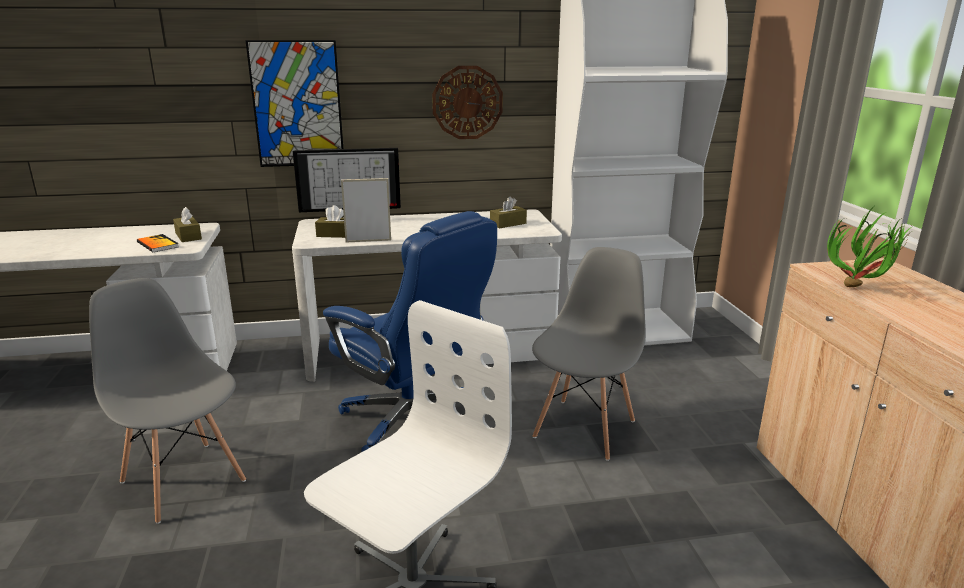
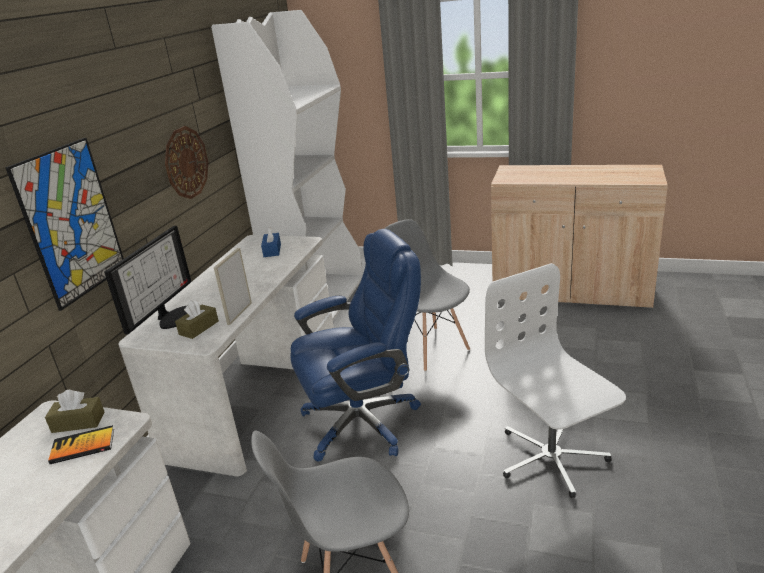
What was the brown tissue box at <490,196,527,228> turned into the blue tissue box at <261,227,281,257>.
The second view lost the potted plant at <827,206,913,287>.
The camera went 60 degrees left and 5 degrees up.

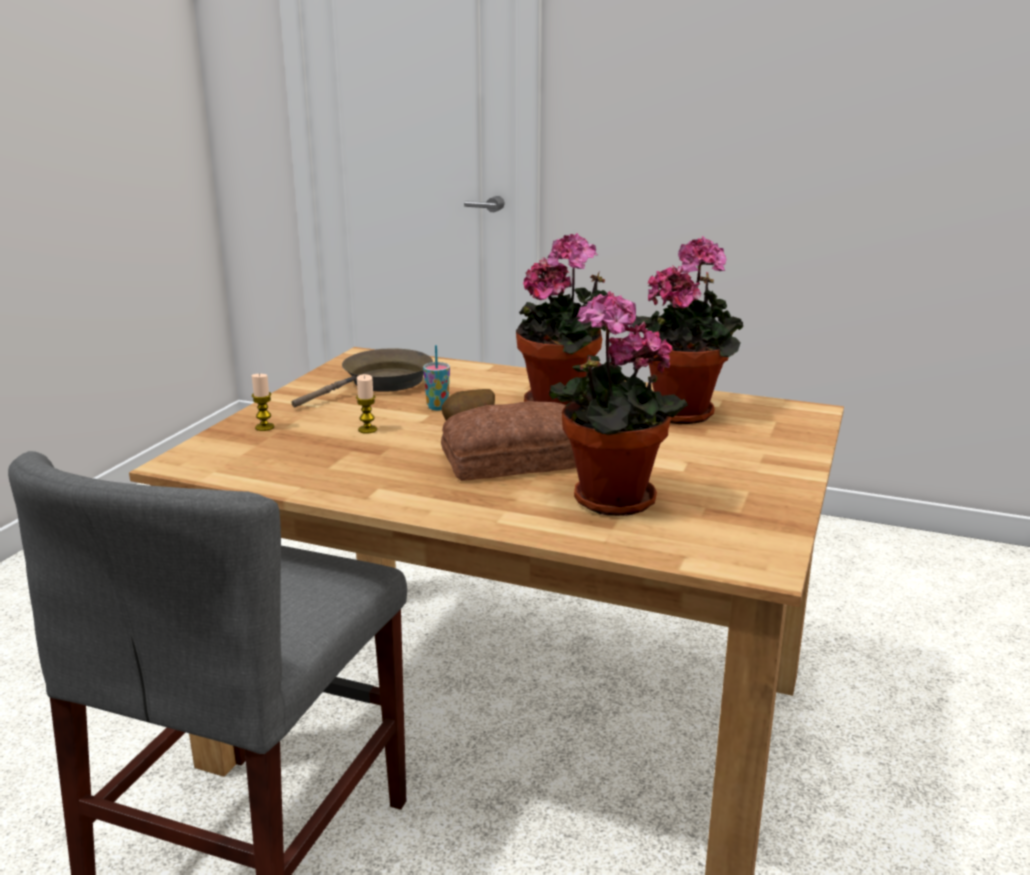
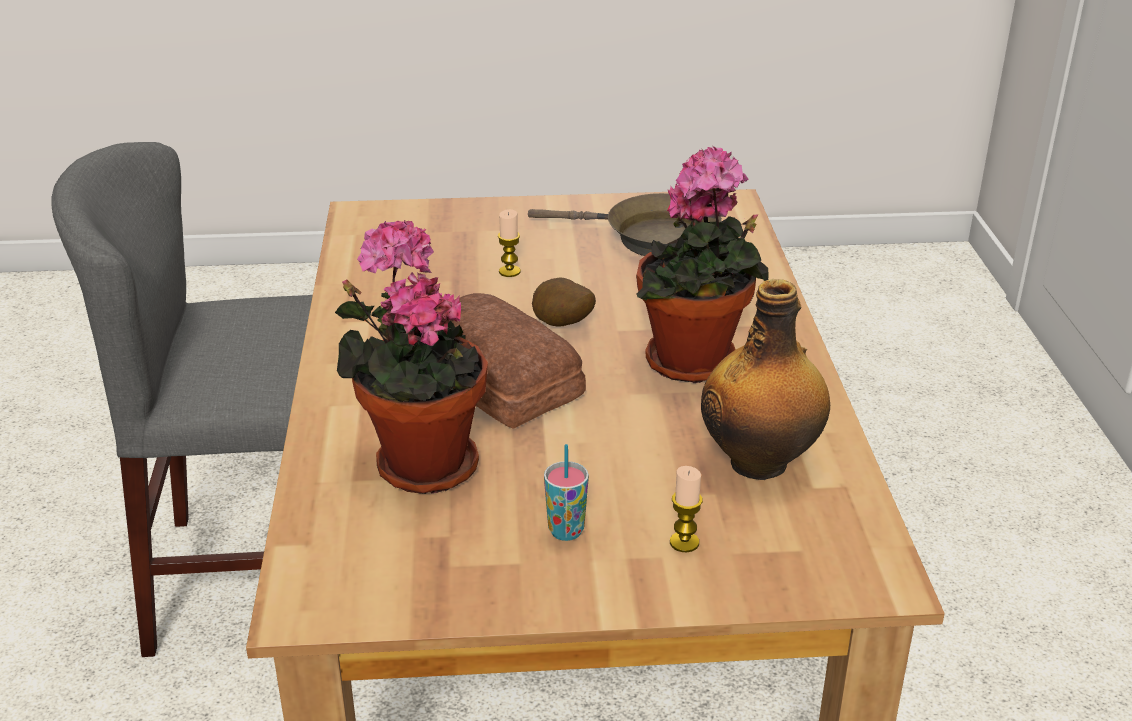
The cup ended up elsewhere, having gone from <423,345,450,410> to <544,444,589,541>.
The candle ended up elsewhere, having gone from <252,373,274,431> to <670,466,703,552>.
Where the potted plant stood at <632,236,743,424>, the bottle came to stand at <701,279,830,480>.
The camera went 65 degrees right and 10 degrees up.

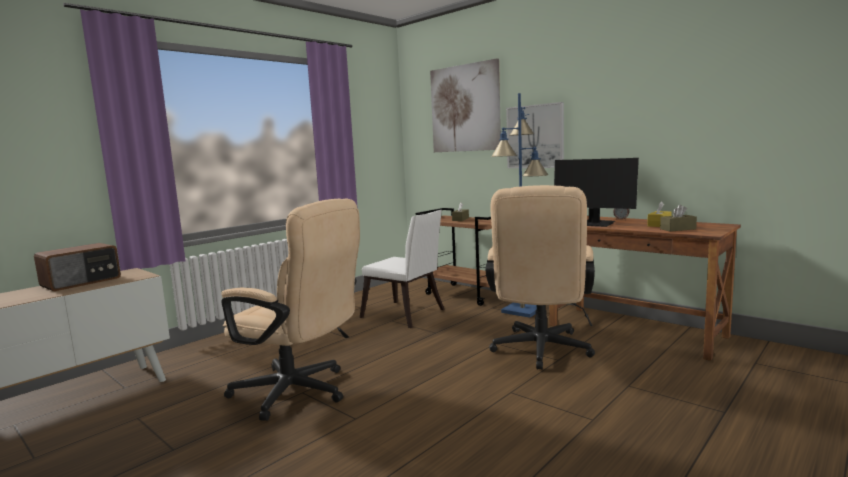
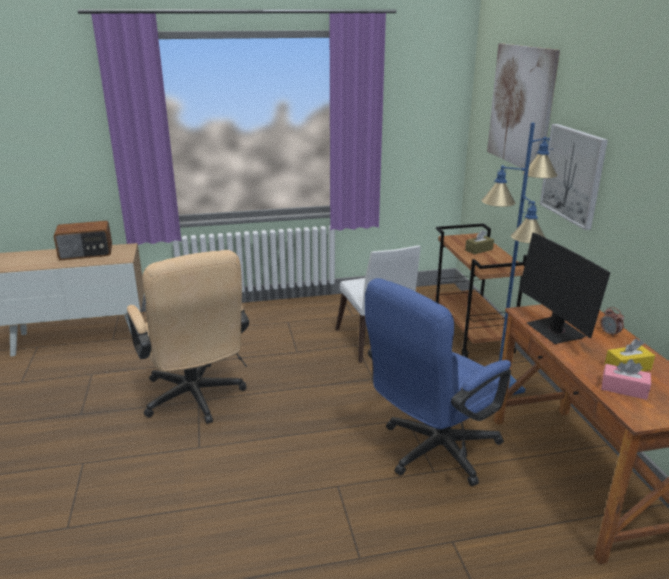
What was the beige office chair at <486,185,595,370> turned into the blue office chair at <365,278,511,486>.
What was the brown tissue box at <660,205,697,232> turned into the pink tissue box at <601,359,651,400>.
The camera went 35 degrees right and 15 degrees up.

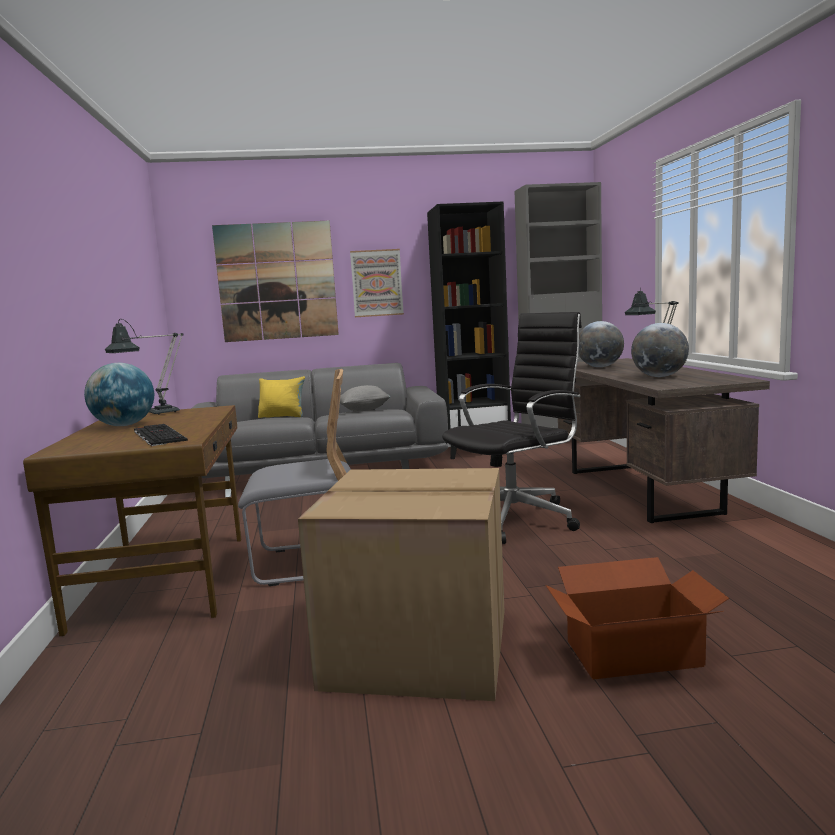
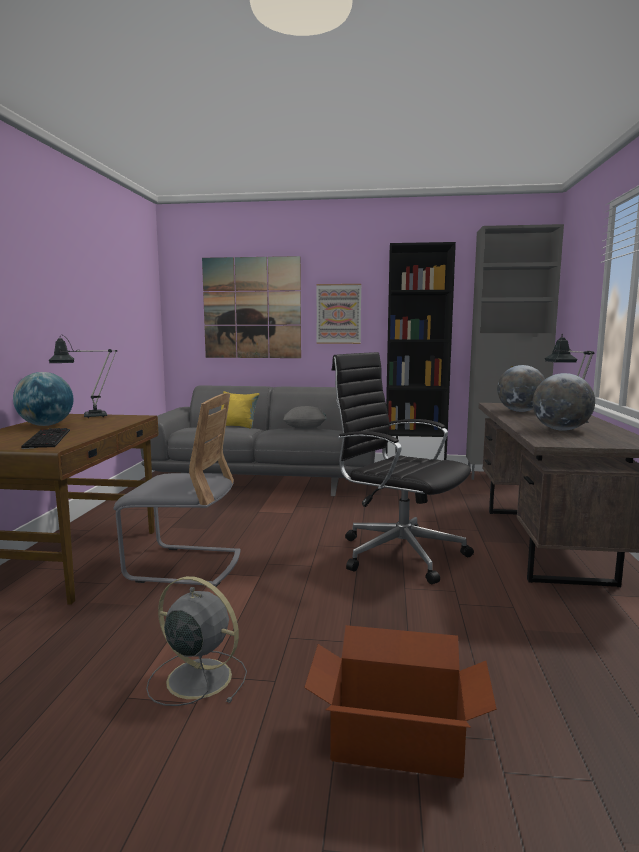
Where the cardboard box stood at <298,468,505,701>, the grey fan came to stand at <146,576,247,706>.
The black office chair at <442,312,582,544> ended up facing another way, 120 degrees counterclockwise from before.
The camera went 15 degrees right and 0 degrees up.

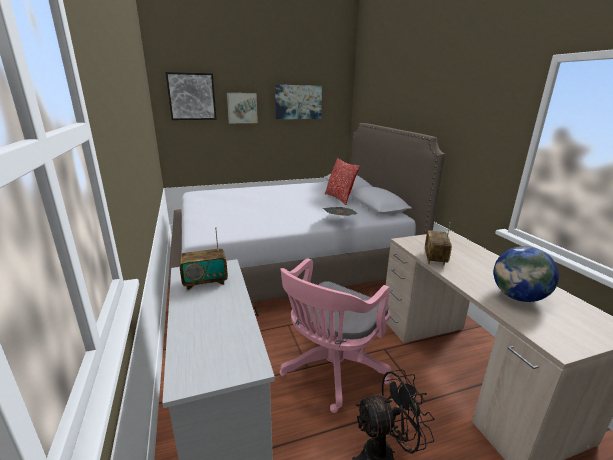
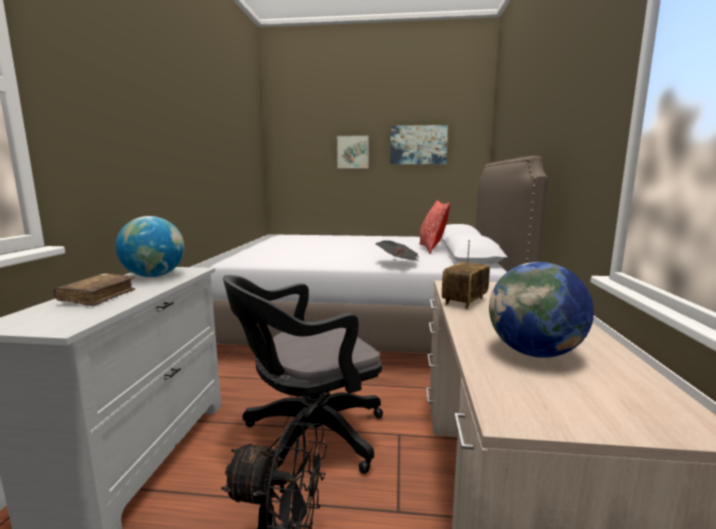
The second view gained the brown book at <54,273,135,306>.
Where the radio stood at <180,227,228,290>, the globe came to stand at <116,216,184,277>.
What was the pink office chair at <279,258,392,413> turned into the black office chair at <223,275,383,474>.
The second view lost the picture at <166,72,217,120>.
The camera went 25 degrees right and 10 degrees down.

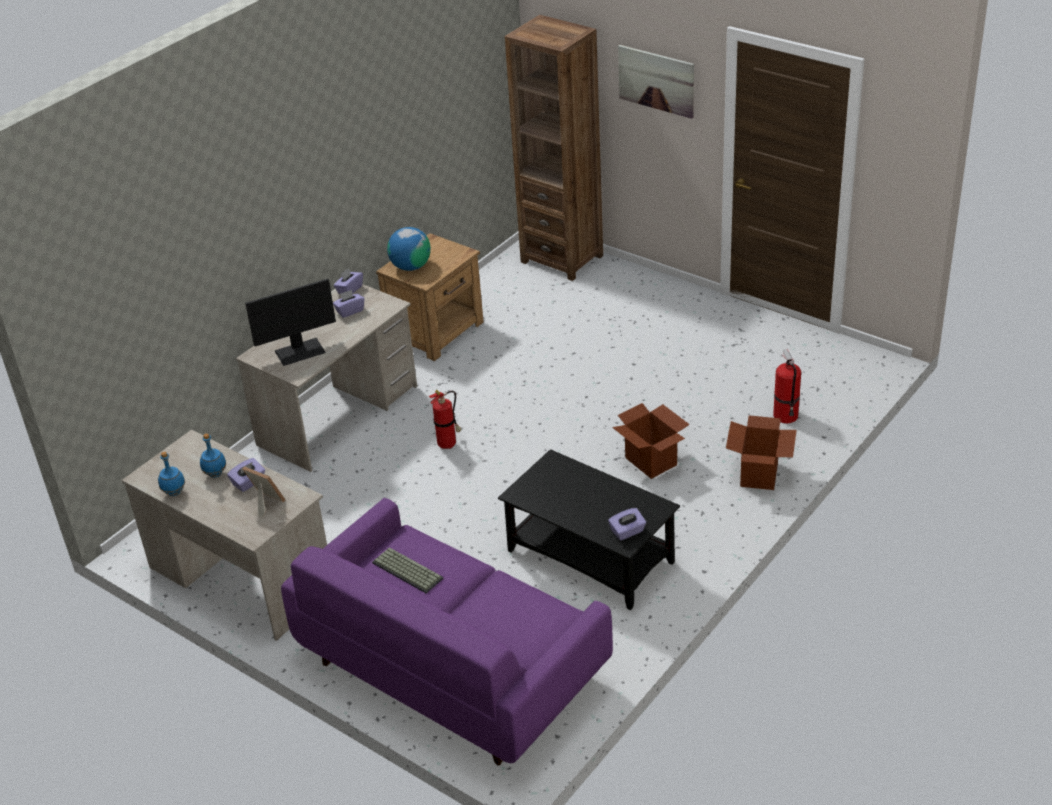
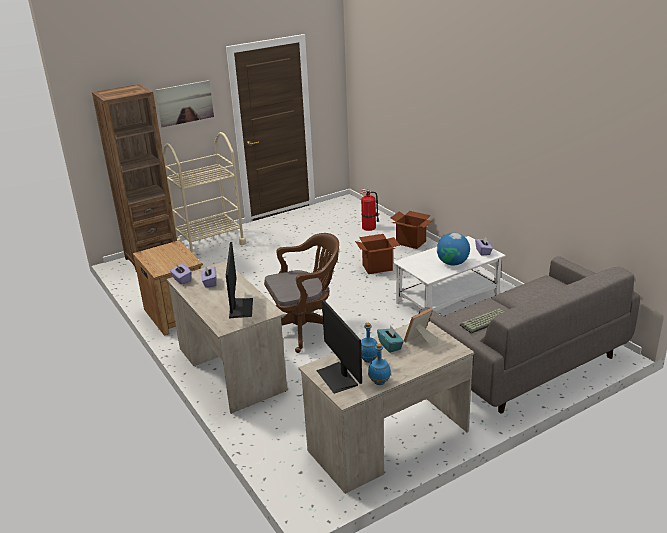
The second view gained the beige cart at <163,132,246,256>.
Where the fire extinguisher stood at <429,390,461,449>, the brown office chair came to stand at <264,233,339,353>.
The second view gained the monitor at <316,300,362,394>.
What was the purple tissue box at <227,458,265,492> turned into the turquoise tissue box at <377,325,404,353>.
What was the black coffee table at <498,449,680,610> turned into the white coffee table at <393,236,506,312>.
What was the purple sofa at <281,498,613,766> turned into the grey sofa at <419,256,640,414>.
The globe ended up elsewhere, having gone from <387,227,431,271> to <437,233,470,265>.
The camera went 70 degrees left and 10 degrees down.

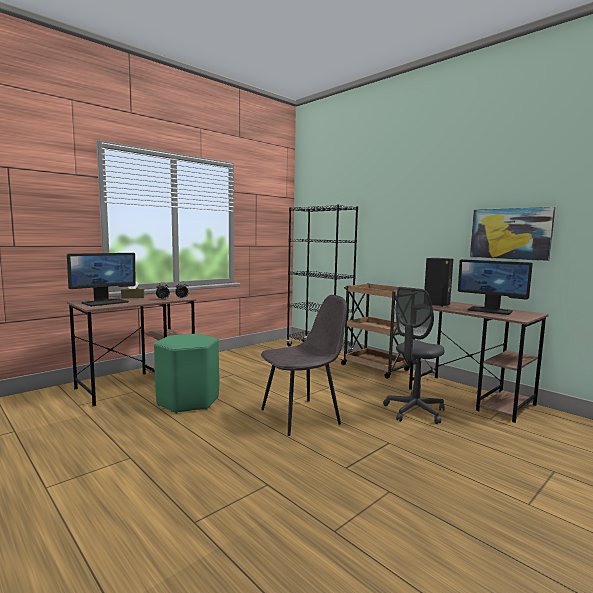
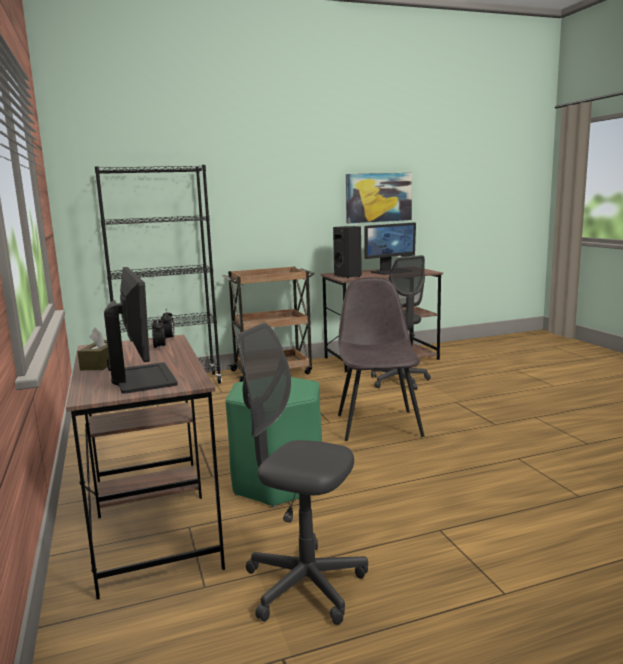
The second view gained the grey office chair at <236,323,368,625>.
The camera went 65 degrees left and 5 degrees up.

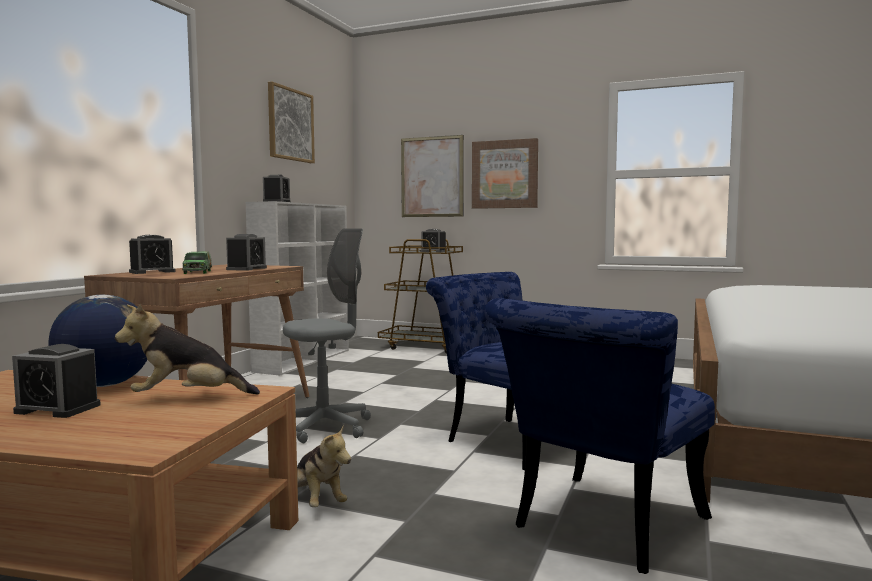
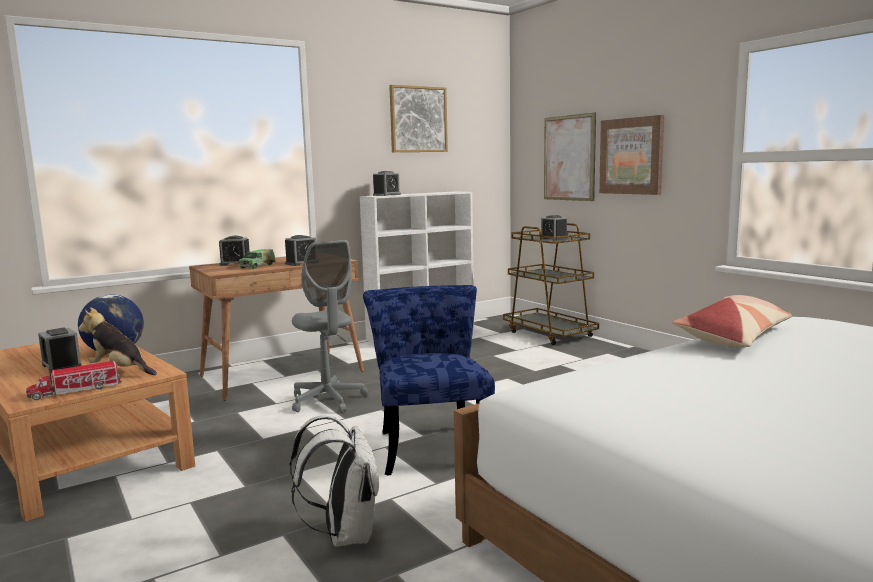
The second view gained the toy truck at <26,361,122,400>.
Where the blue chair stood at <485,298,715,574>, the white backpack came to stand at <289,415,379,547>.
The grey office chair at <283,228,371,443> ended up facing another way, 60 degrees clockwise from before.
The second view gained the pillow at <672,295,792,348>.
The second view lost the plush toy at <297,425,351,507>.
The camera went 35 degrees right and 5 degrees up.

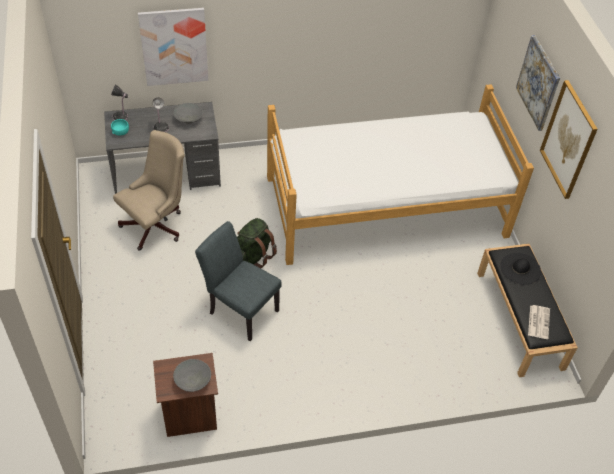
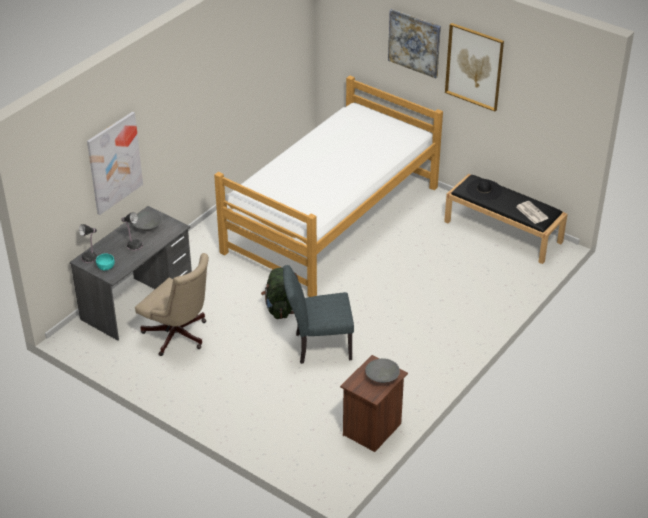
The beige office chair at <113,130,185,251> ended up facing another way, 120 degrees clockwise from before.
The camera went 40 degrees left and 10 degrees down.

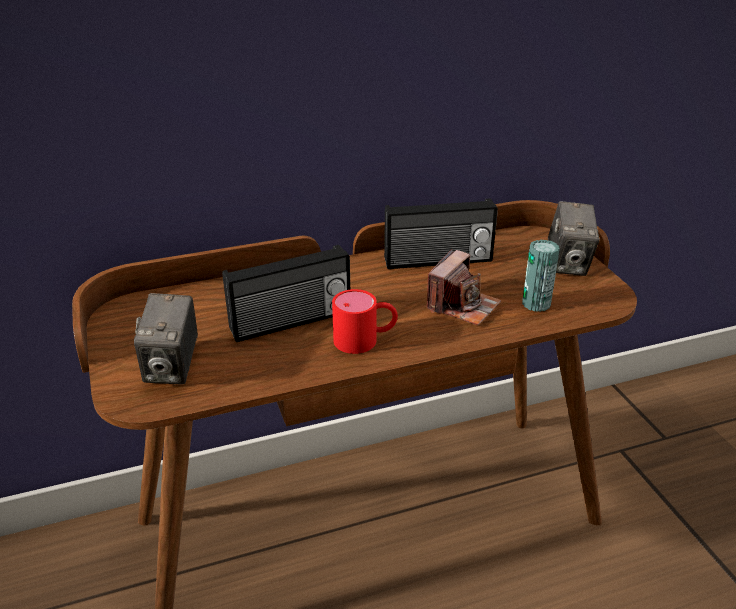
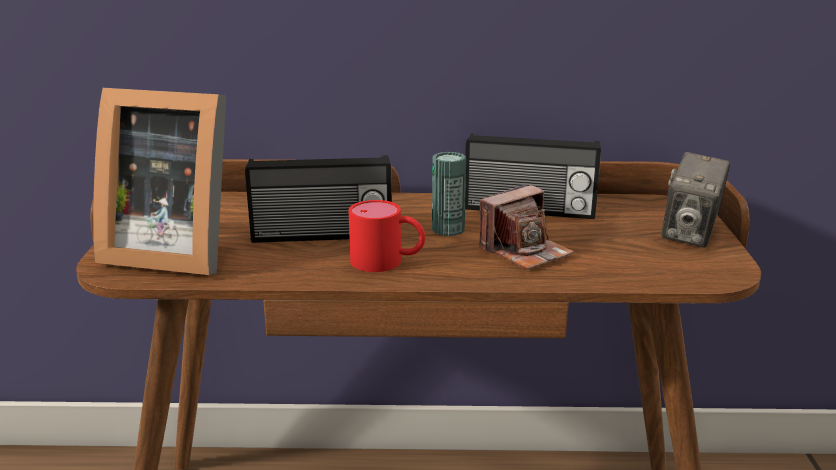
Where the photo camera stood at <134,293,198,385>, the picture frame came to stand at <93,88,226,275>.
The can ended up elsewhere, having gone from <522,240,560,312> to <432,152,466,236>.
The camera went 20 degrees right and 10 degrees down.

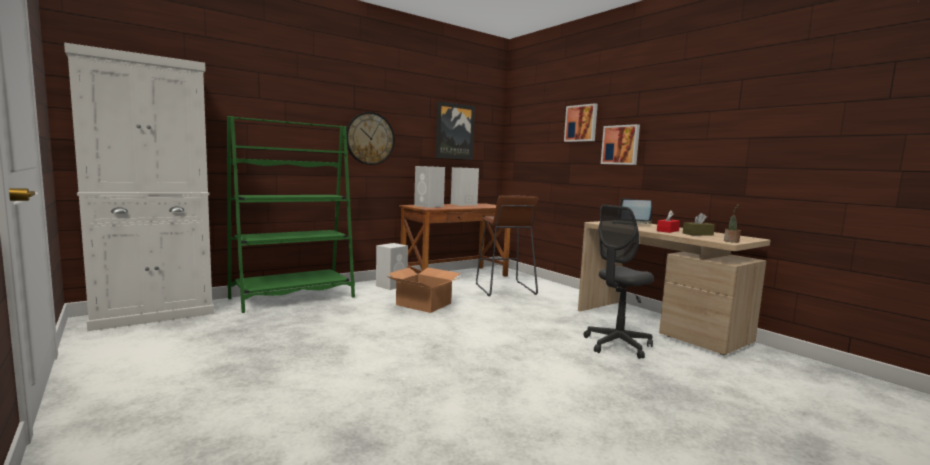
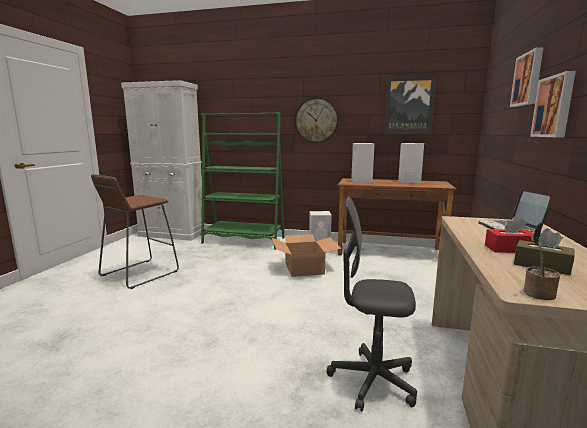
The brown stool ended up elsewhere, having gone from <476,195,538,296> to <91,174,179,289>.
The camera went 50 degrees right and 5 degrees up.

